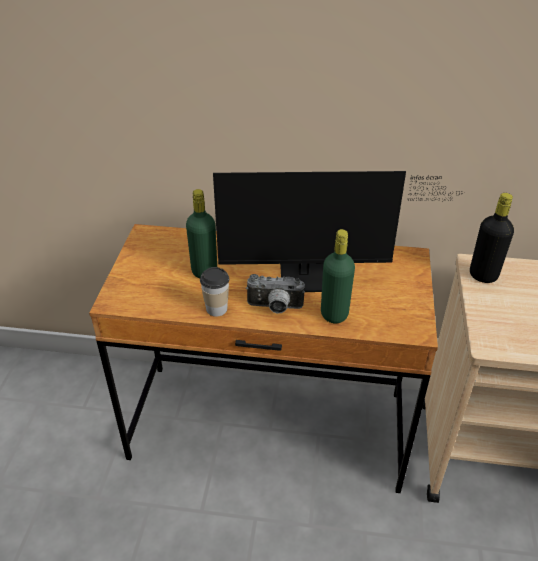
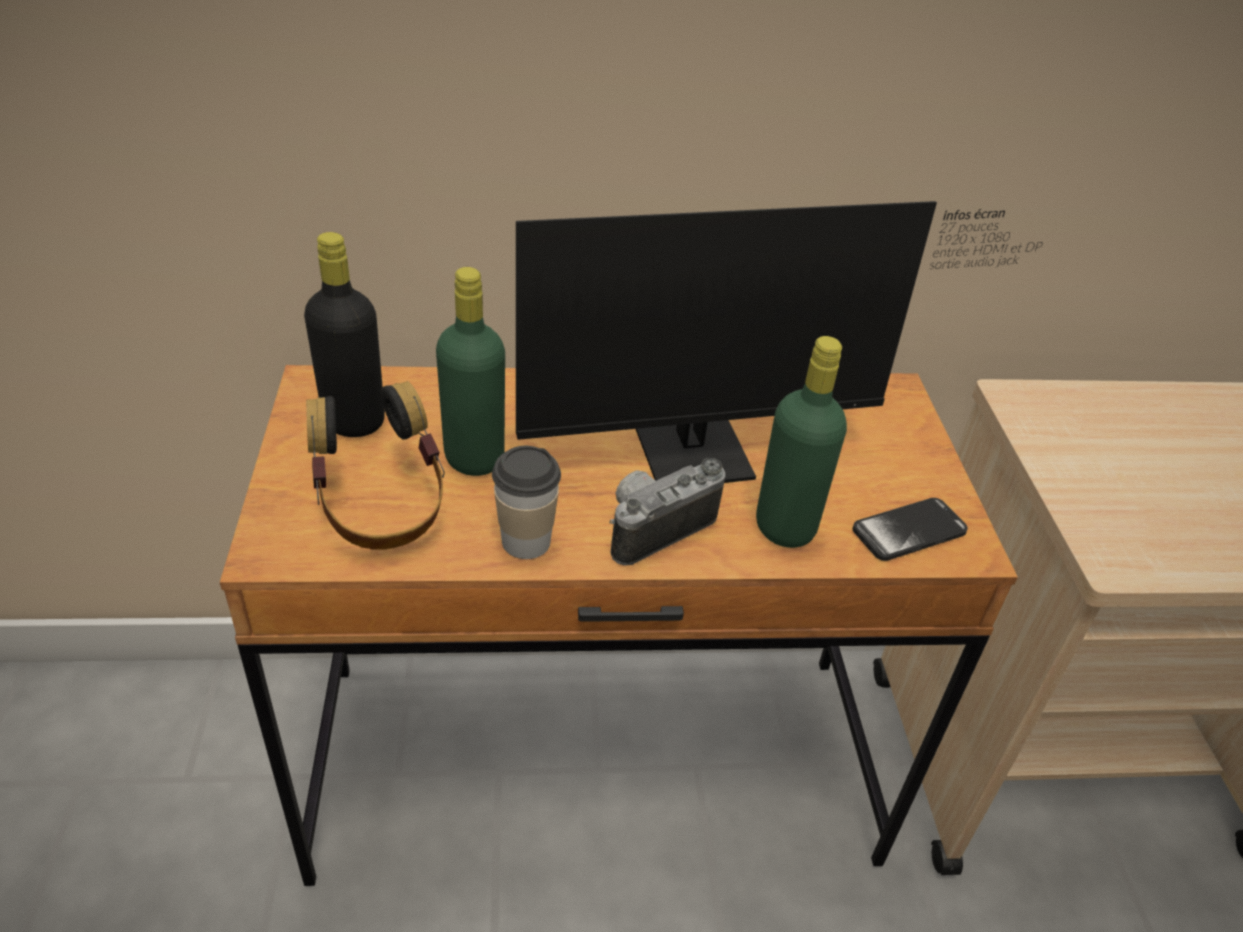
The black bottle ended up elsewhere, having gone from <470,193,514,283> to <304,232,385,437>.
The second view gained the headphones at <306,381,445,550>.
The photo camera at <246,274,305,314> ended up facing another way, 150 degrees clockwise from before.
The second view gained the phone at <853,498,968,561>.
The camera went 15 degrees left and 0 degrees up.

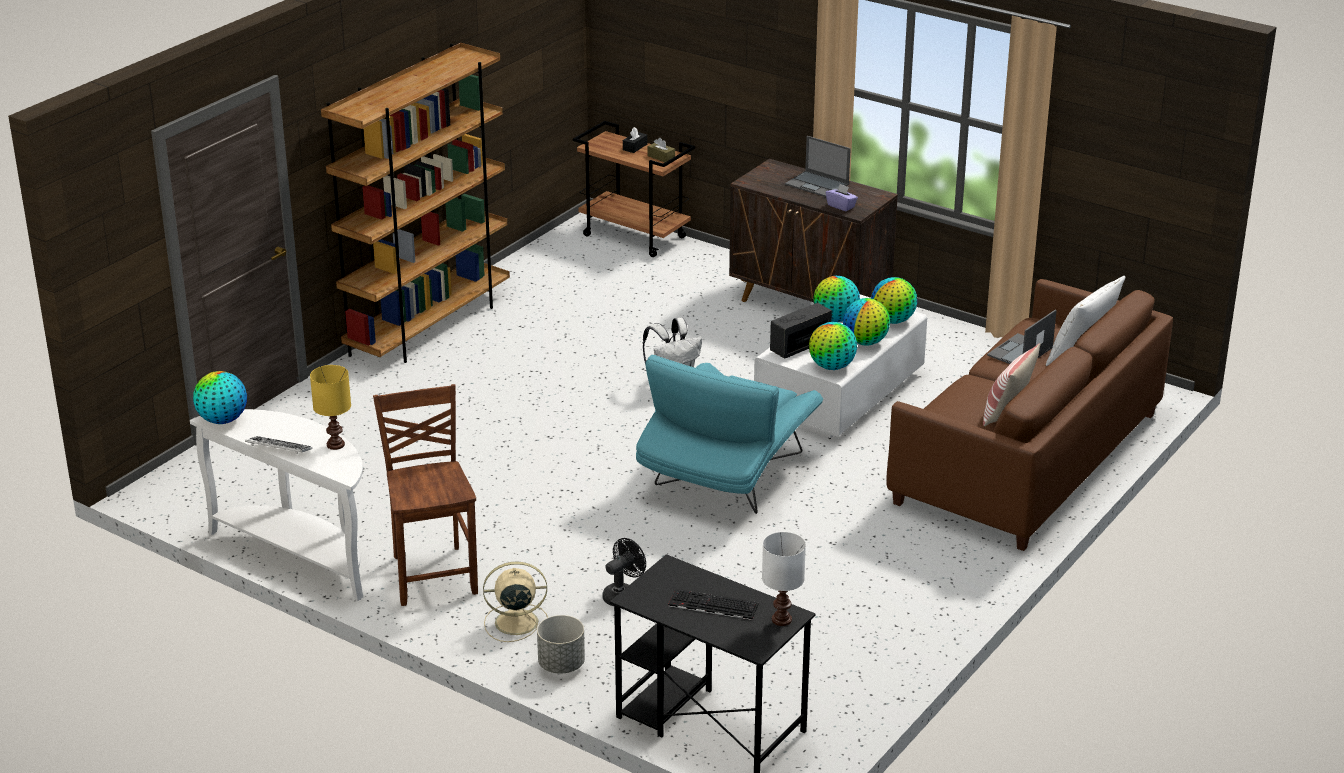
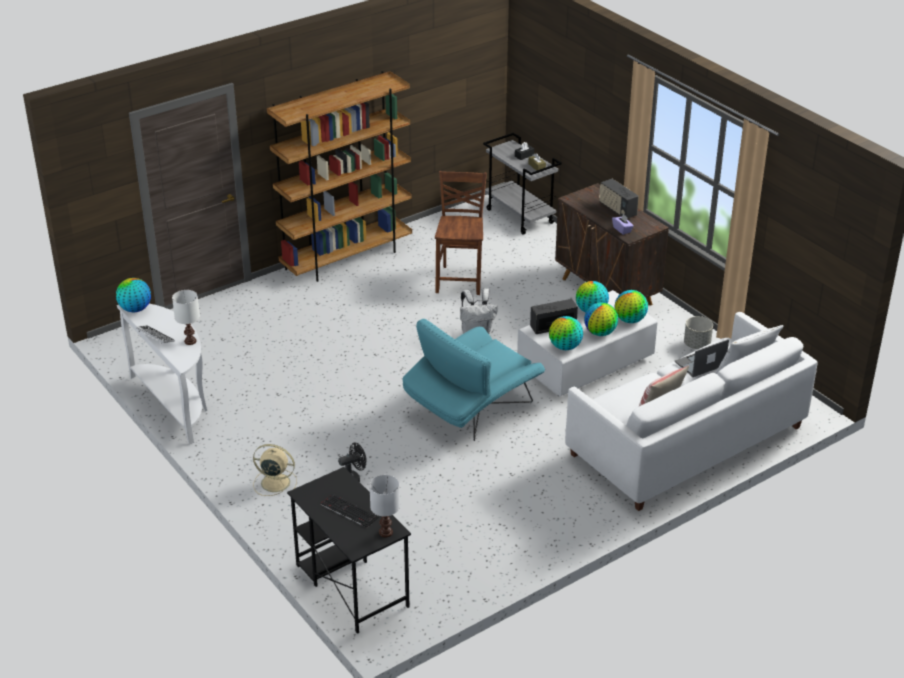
What was the yellow table lamp at <310,365,351,450> turned into the white table lamp at <172,290,200,345>.
The brown chair ended up elsewhere, having gone from <373,384,478,606> to <435,171,487,295>.
What was the brown cart at <573,121,695,257> turned into the grey cart at <483,133,562,235>.
What was the brown sofa at <886,279,1173,551> turned into the white sofa at <565,312,817,511>.
Where the laptop stood at <785,136,851,197>, the radio came to stand at <599,179,639,219>.
The grey planter ended up elsewhere, having gone from <537,615,585,674> to <684,316,713,349>.
The camera went 20 degrees right and 5 degrees up.

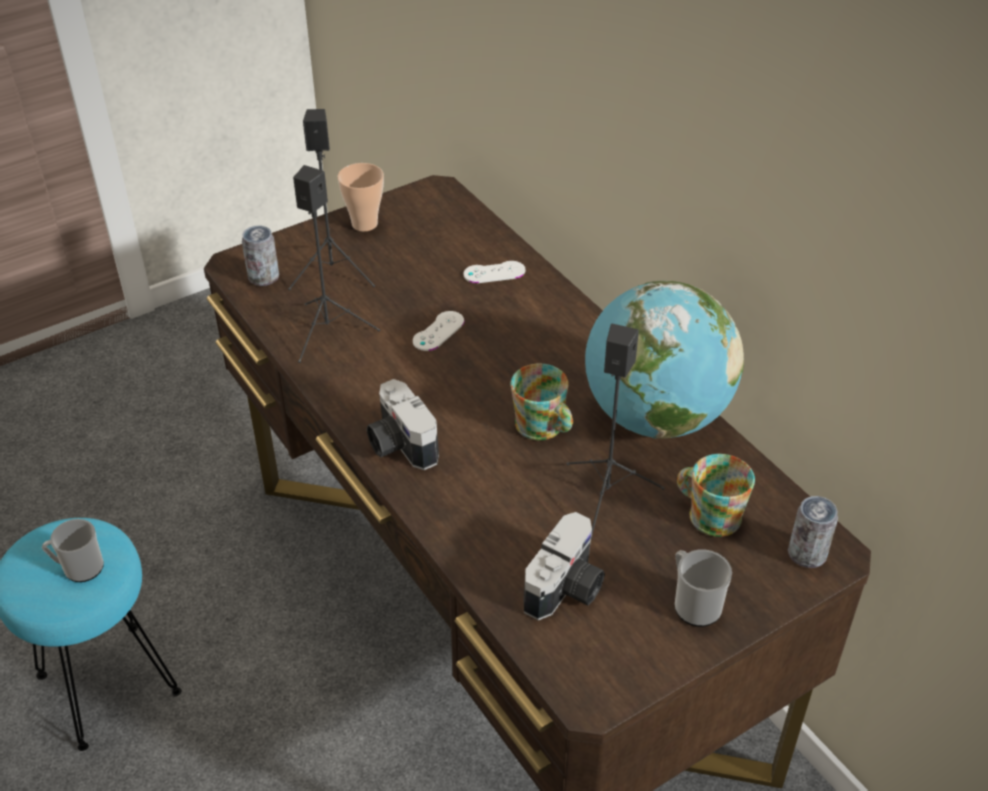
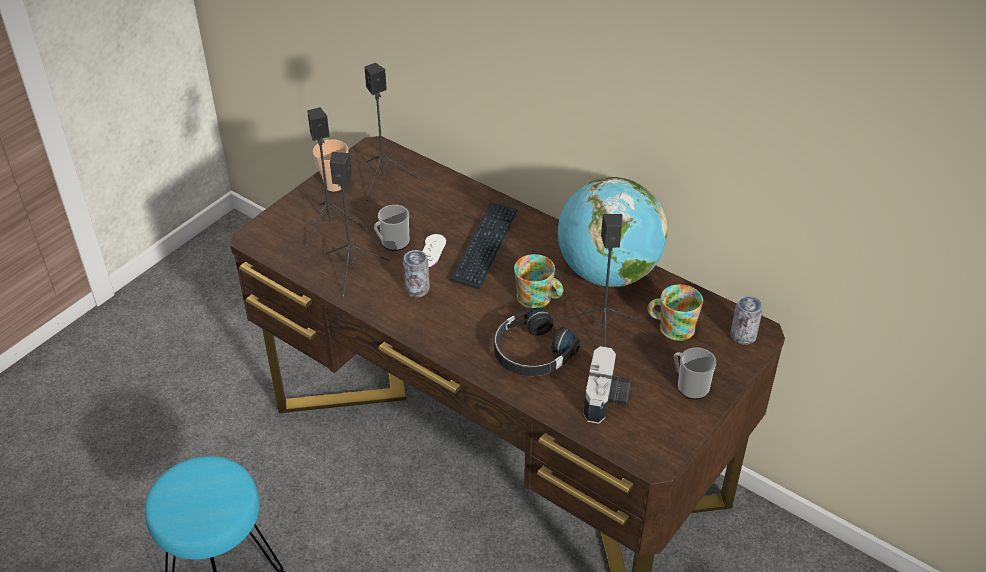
The second view gained the black speaker at <365,63,420,201>.
The mug ended up elsewhere, having gone from <42,519,104,582> to <374,205,410,251>.
The can ended up elsewhere, having gone from <242,225,279,286> to <403,250,430,297>.
The second view gained the keyboard at <451,202,518,289>.
The second view gained the black headphones at <494,307,581,376>.
The second view lost the photo camera at <366,379,439,470>.
The second view lost the white game controller at <463,261,525,283>.
The camera went 20 degrees left and 0 degrees up.

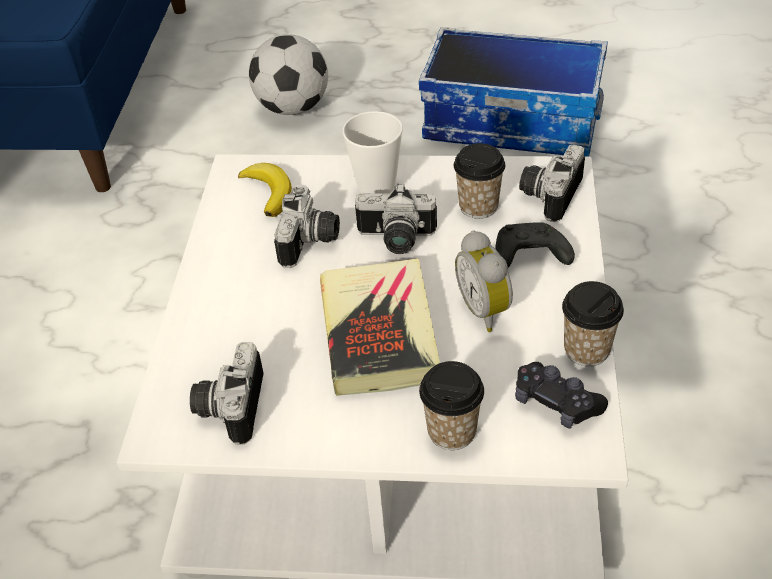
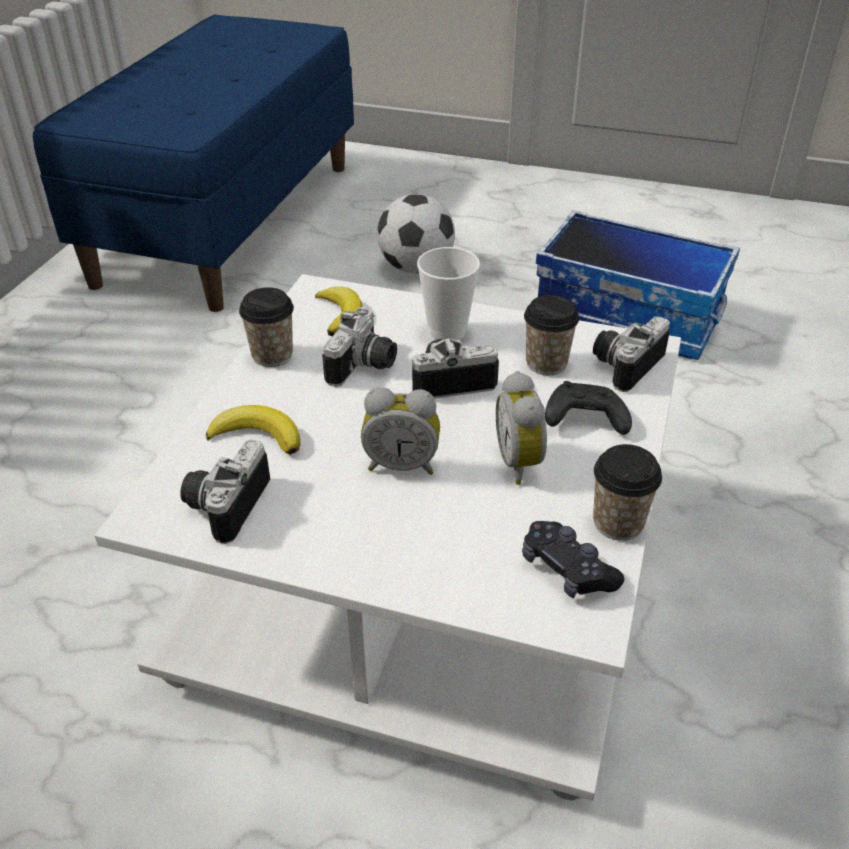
The second view gained the banana at <206,405,301,455>.
The cup ended up elsewhere, having gone from <419,361,484,450> to <239,287,294,367>.
Where the book stood at <320,258,440,396>, the alarm clock came to stand at <361,387,440,475>.
The photo camera at <355,184,437,254> ended up facing another way, 150 degrees clockwise from before.
The camera went 10 degrees right and 5 degrees down.

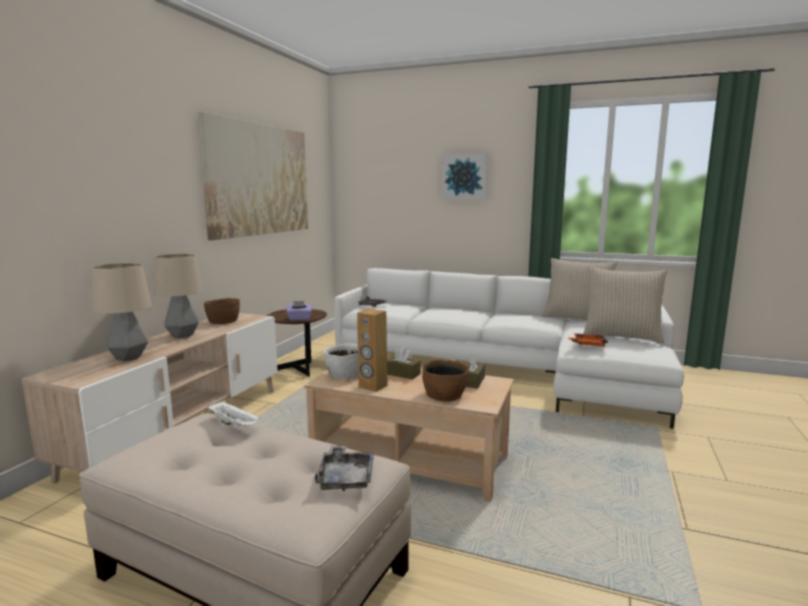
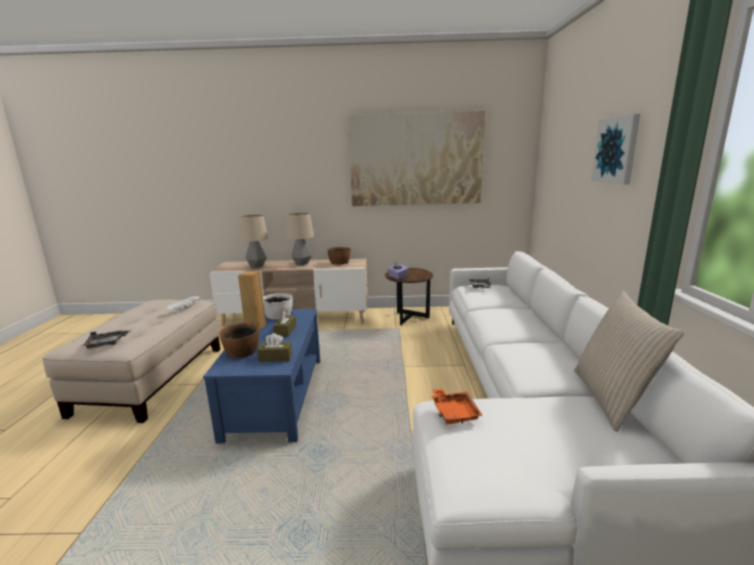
What was the beige coffee table at <304,367,514,502> turned into the blue coffee table at <203,309,320,443>.
The second view lost the beige pillow at <583,267,667,343>.
The camera went 70 degrees right and 5 degrees up.

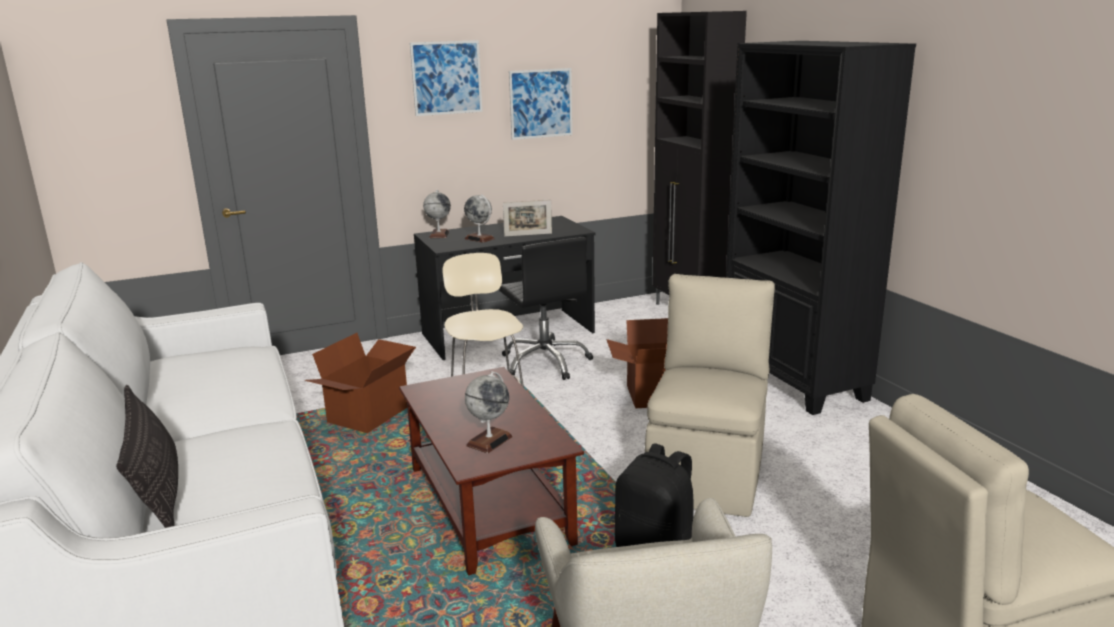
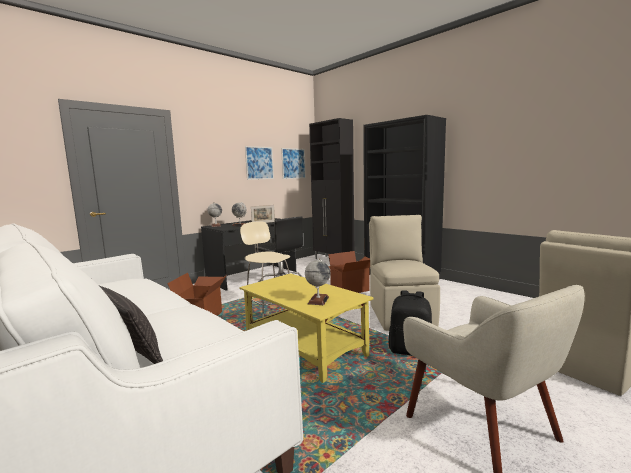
What was the brown coffee table at <399,367,584,575> turned into the yellow coffee table at <239,273,374,383>.
The picture ended up elsewhere, having gone from <410,40,482,116> to <281,148,306,179>.
The camera went 20 degrees left and 10 degrees down.

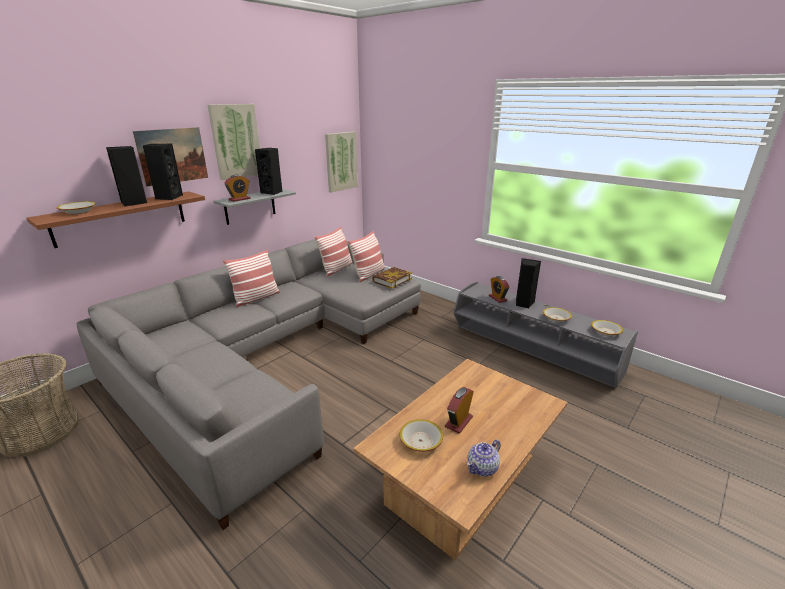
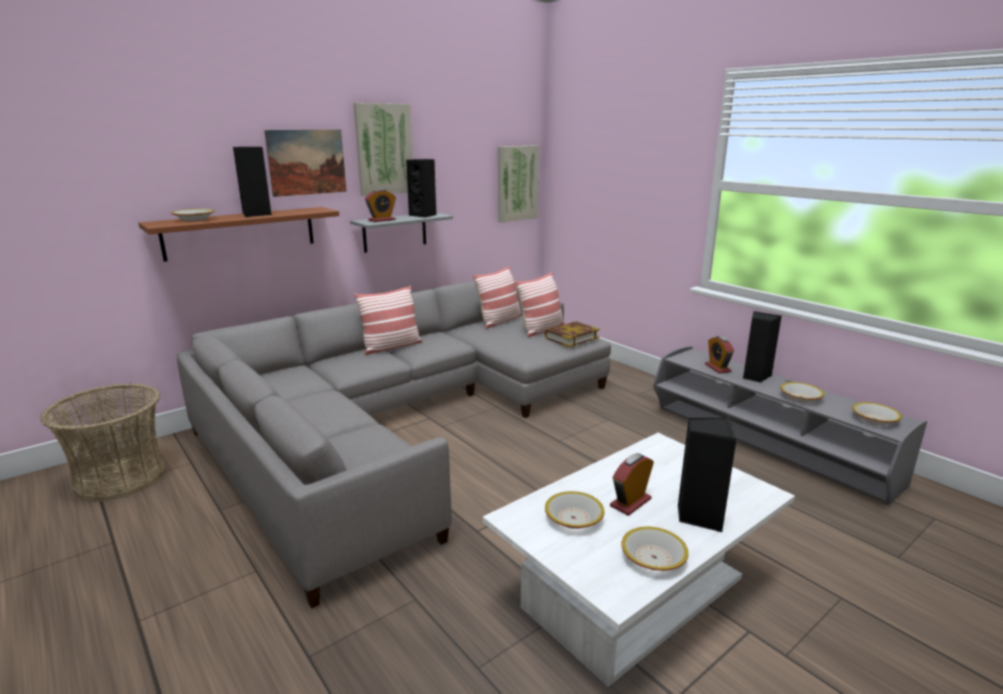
What was the brown coffee table at <353,359,568,560> turned into the white coffee table at <483,433,795,687>.
Where the teapot stood at <467,439,501,477>, the bowl came to stand at <621,527,688,571>.
The black speaker ended up elsewhere, having gone from <143,143,183,200> to <678,418,737,532>.
The camera went 10 degrees right and 5 degrees down.

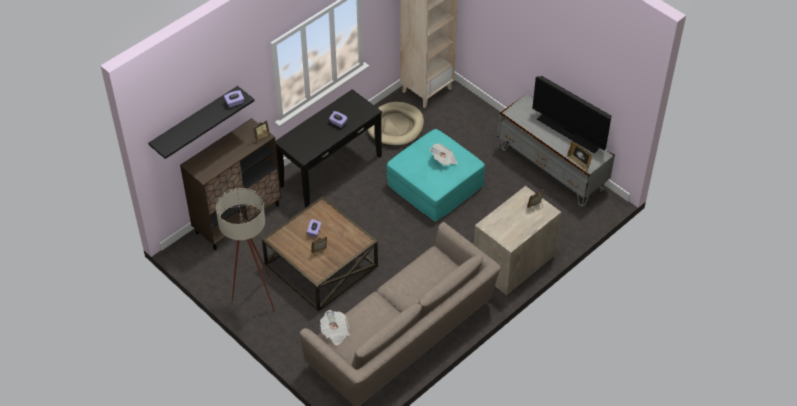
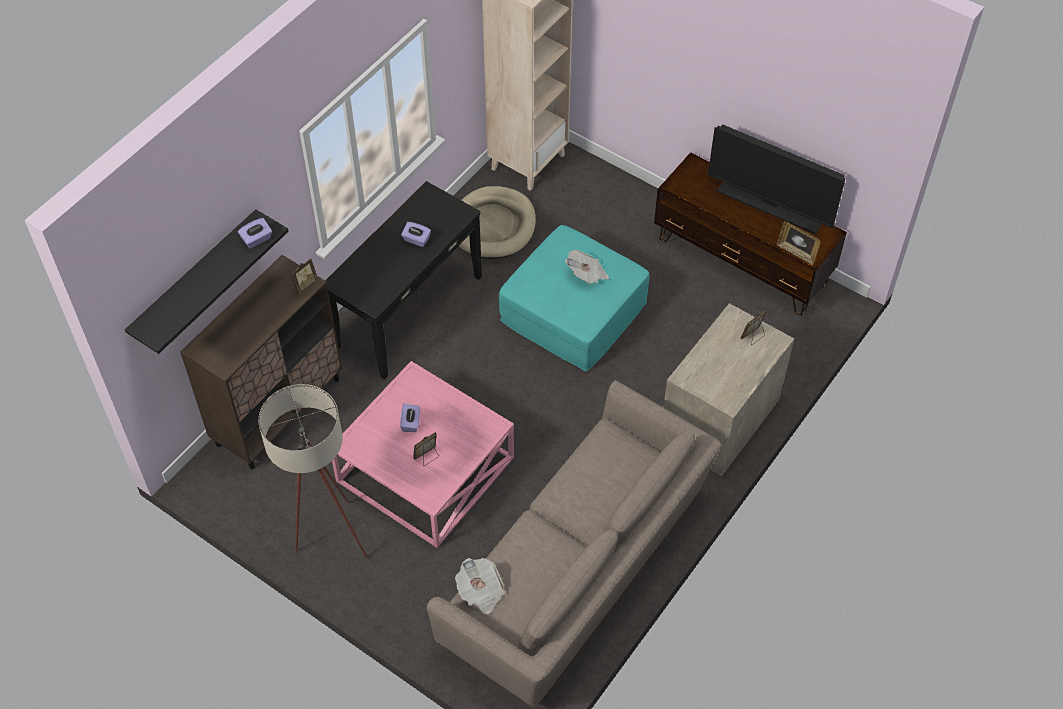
What was the brown coffee table at <262,196,378,311> turned into the pink coffee table at <332,361,514,548>.
What was the grey tv stand at <497,94,615,207> turned into the brown tv stand at <654,152,847,316>.
The camera went 10 degrees left and 5 degrees up.

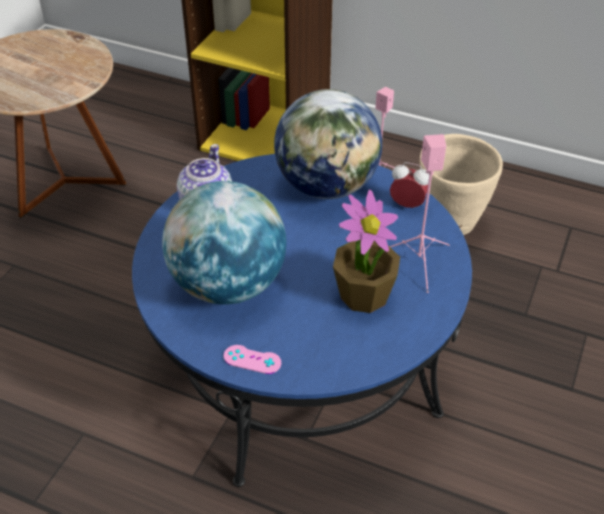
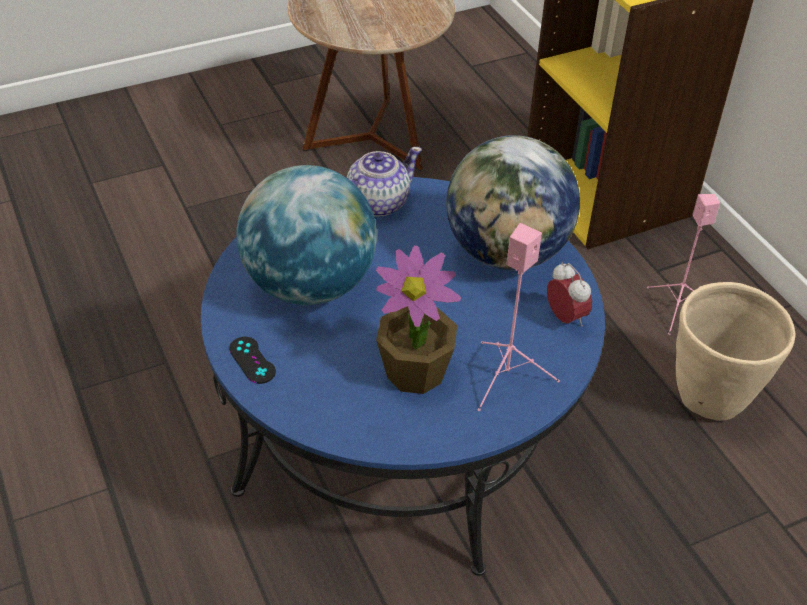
What was the pink game controller at <224,345,281,374> turned into the black game controller at <229,337,276,384>.
The camera went 40 degrees right and 0 degrees up.

